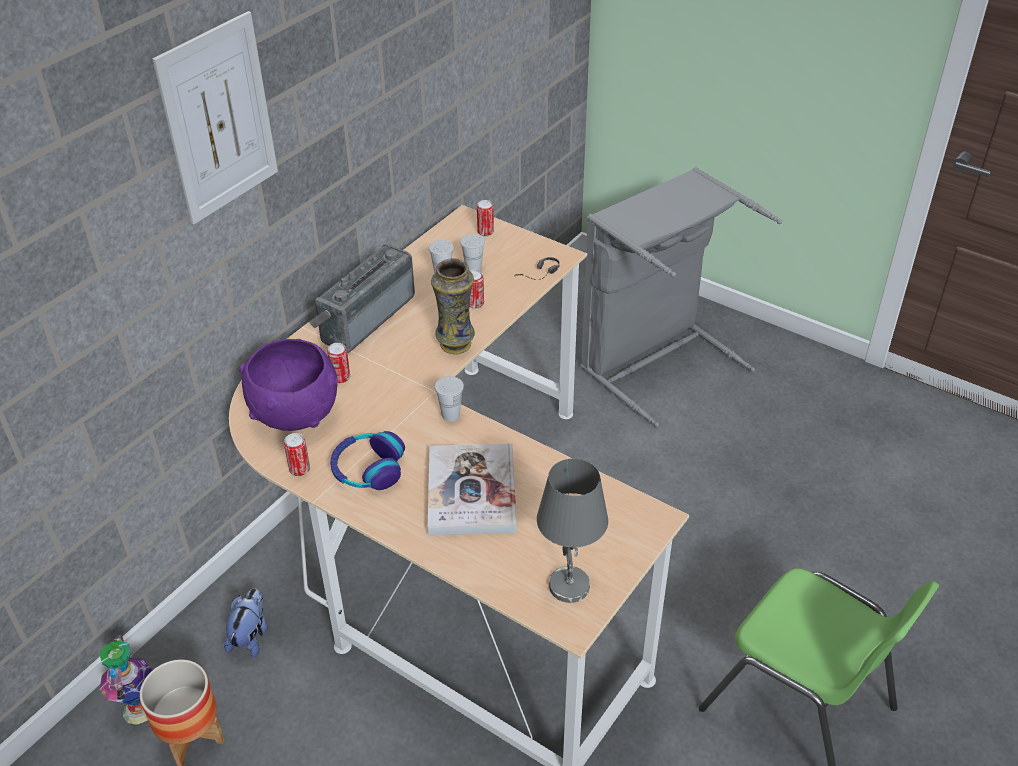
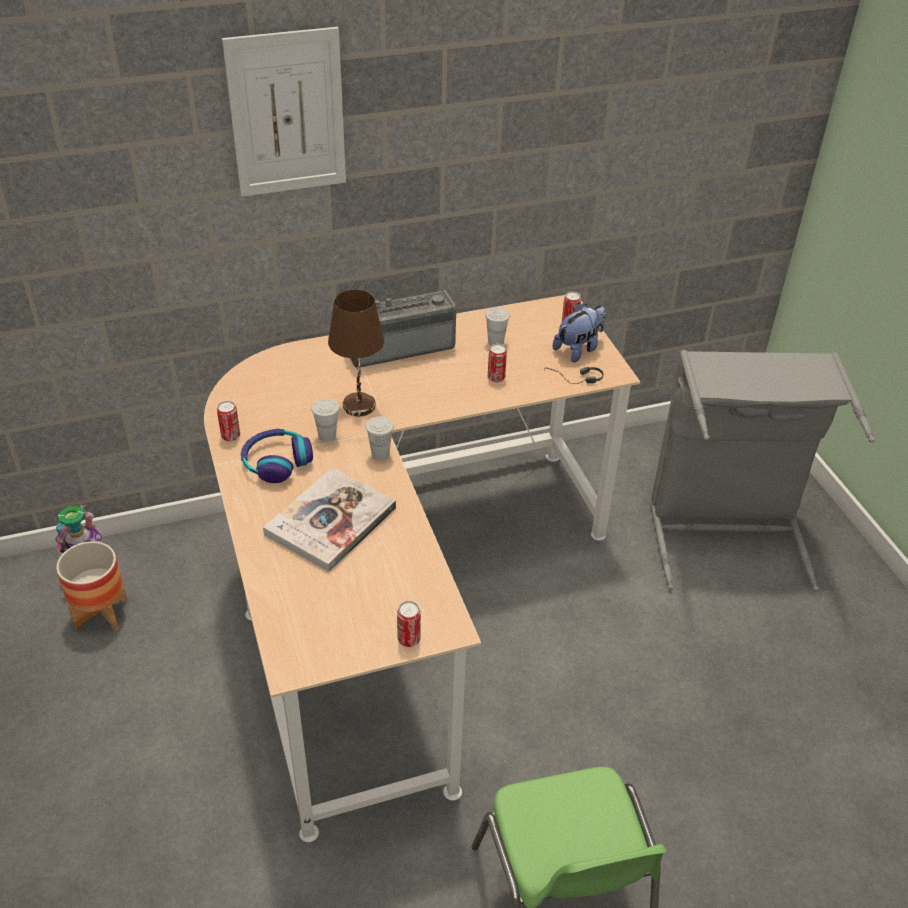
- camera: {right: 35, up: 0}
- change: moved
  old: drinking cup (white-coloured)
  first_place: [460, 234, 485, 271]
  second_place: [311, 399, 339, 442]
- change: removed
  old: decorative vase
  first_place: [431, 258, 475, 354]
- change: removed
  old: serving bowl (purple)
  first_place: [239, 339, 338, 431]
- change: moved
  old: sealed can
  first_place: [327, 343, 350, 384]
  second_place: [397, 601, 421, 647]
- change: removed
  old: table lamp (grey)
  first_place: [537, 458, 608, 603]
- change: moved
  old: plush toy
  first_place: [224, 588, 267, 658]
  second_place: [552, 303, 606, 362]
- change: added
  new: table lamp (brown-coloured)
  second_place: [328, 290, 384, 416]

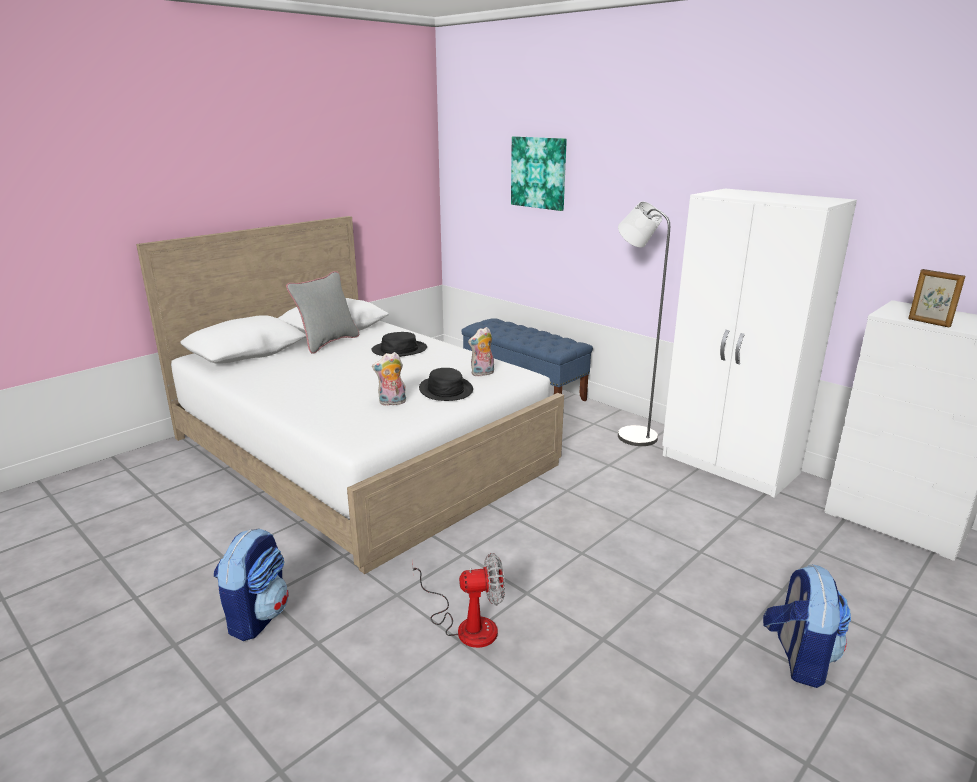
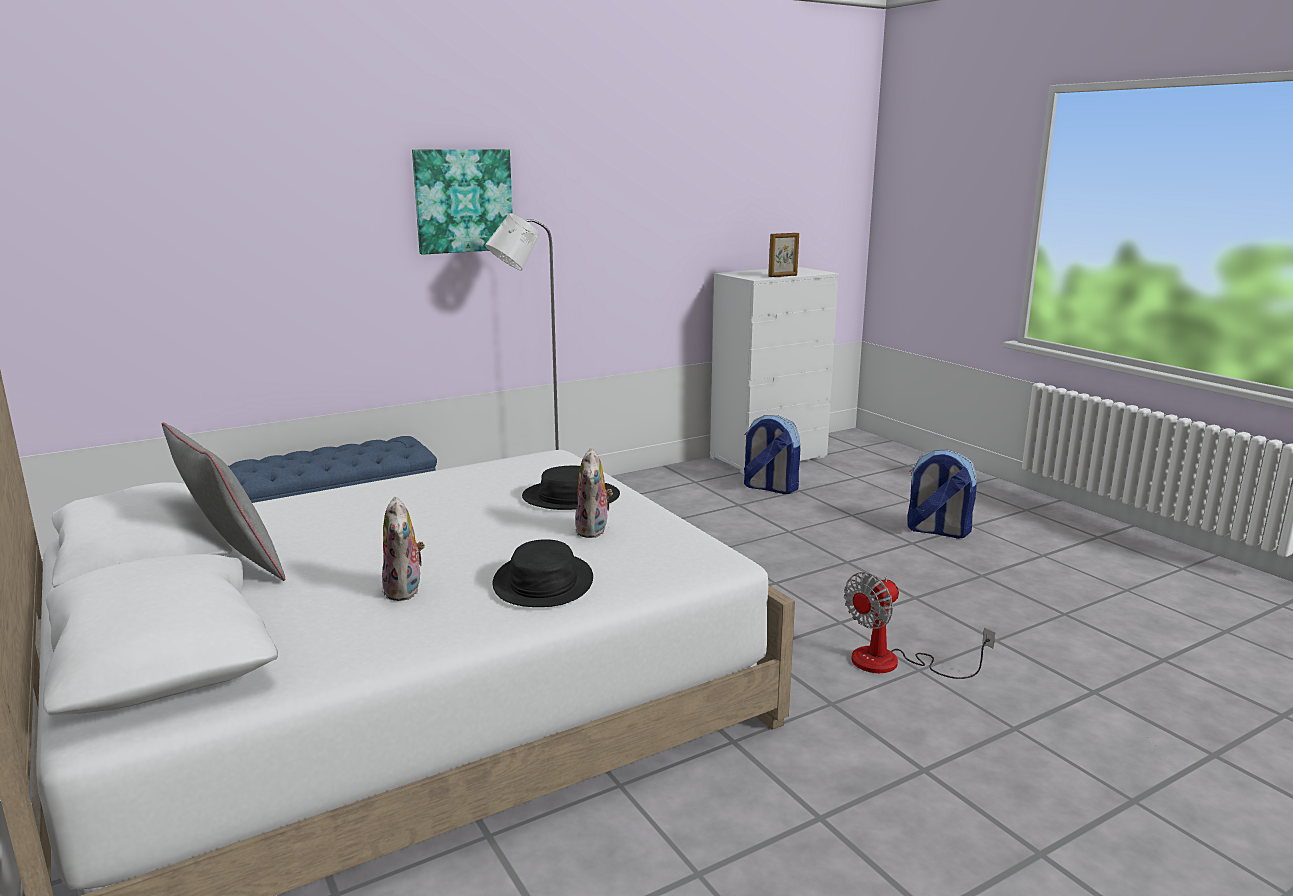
- camera: {right: -75, up: -5}
- change: moved
  old: wall picture
  first_place: [511, 136, 567, 211]
  second_place: [412, 149, 513, 255]
- change: removed
  old: armoire (white-coloured)
  first_place: [662, 189, 857, 498]
- change: moved
  old: plush toy
  first_place: [468, 327, 494, 376]
  second_place: [382, 497, 425, 601]
- change: moved
  old: wearable hat (black)
  first_place: [371, 332, 427, 357]
  second_place: [493, 539, 593, 607]
- change: moved
  old: knapsack
  first_place: [214, 528, 289, 641]
  second_place: [744, 415, 800, 494]
- change: turned
  old: electric fan
  first_place: [412, 553, 505, 648]
  second_place: [844, 572, 996, 679]
  degrees: -135

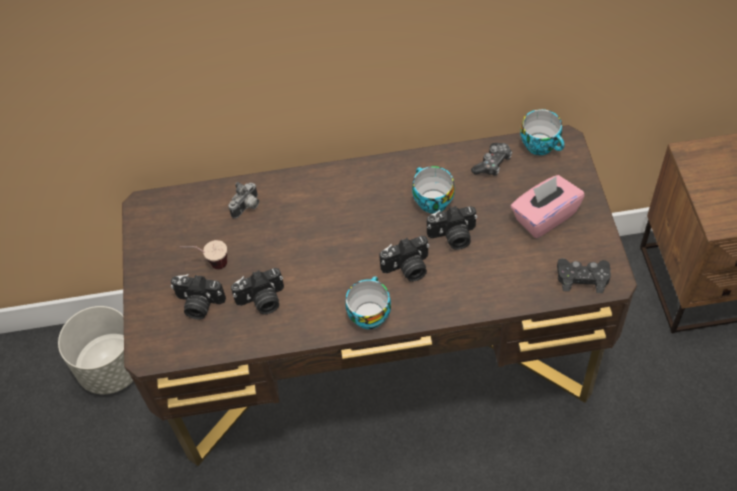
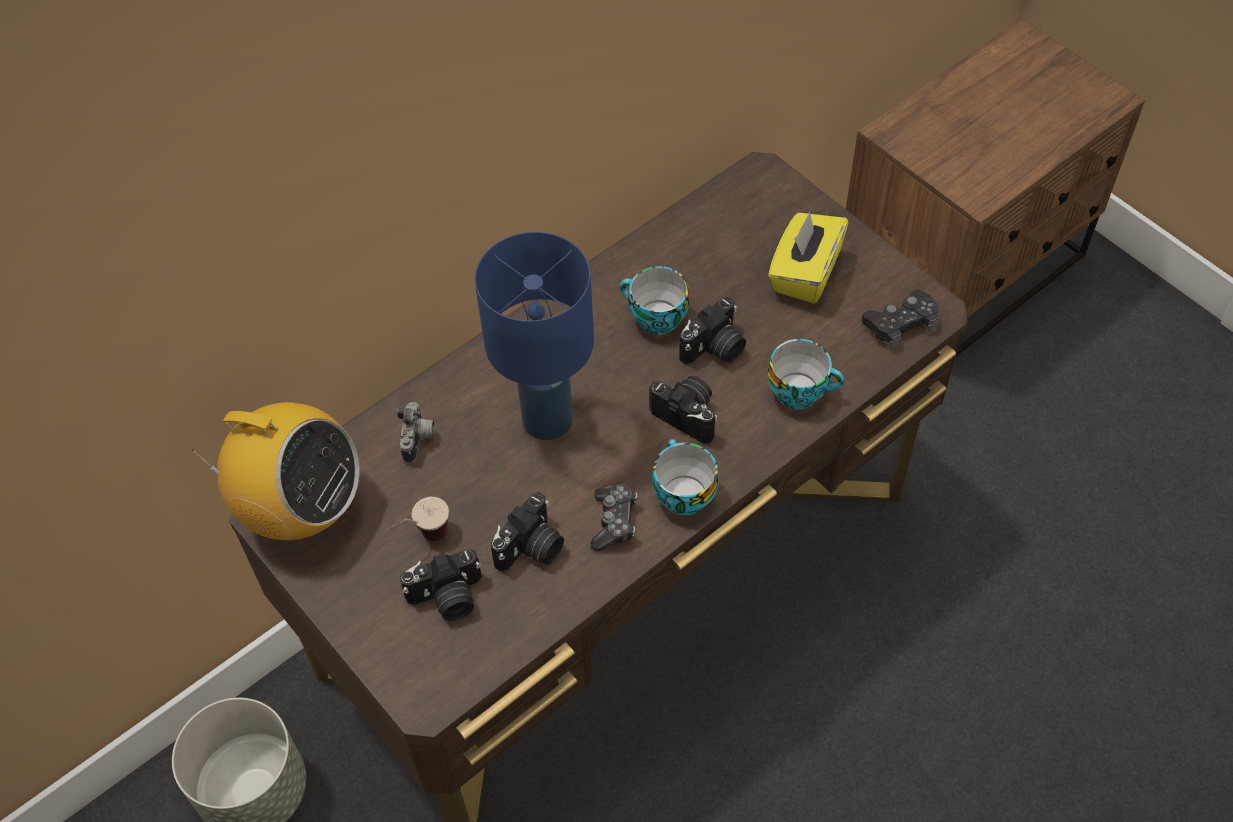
- camera: {right: -35, up: 0}
- change: moved
  old: drinking cup
  first_place: [520, 109, 565, 155]
  second_place: [768, 339, 844, 409]
- change: moved
  old: joypad
  first_place: [471, 143, 512, 176]
  second_place: [591, 484, 638, 552]
- change: recoloured
  old: box of tissues (pinkish)
  new: box of tissues (yellowish)
  first_place: [511, 175, 585, 238]
  second_place: [768, 212, 849, 303]
- change: turned
  old: photo camera
  first_place: [379, 236, 430, 282]
  second_place: [649, 376, 718, 443]
  degrees: -90
- change: added
  new: table lamp (bluish)
  second_place: [475, 232, 594, 440]
- change: added
  new: radio
  second_place: [191, 402, 360, 540]

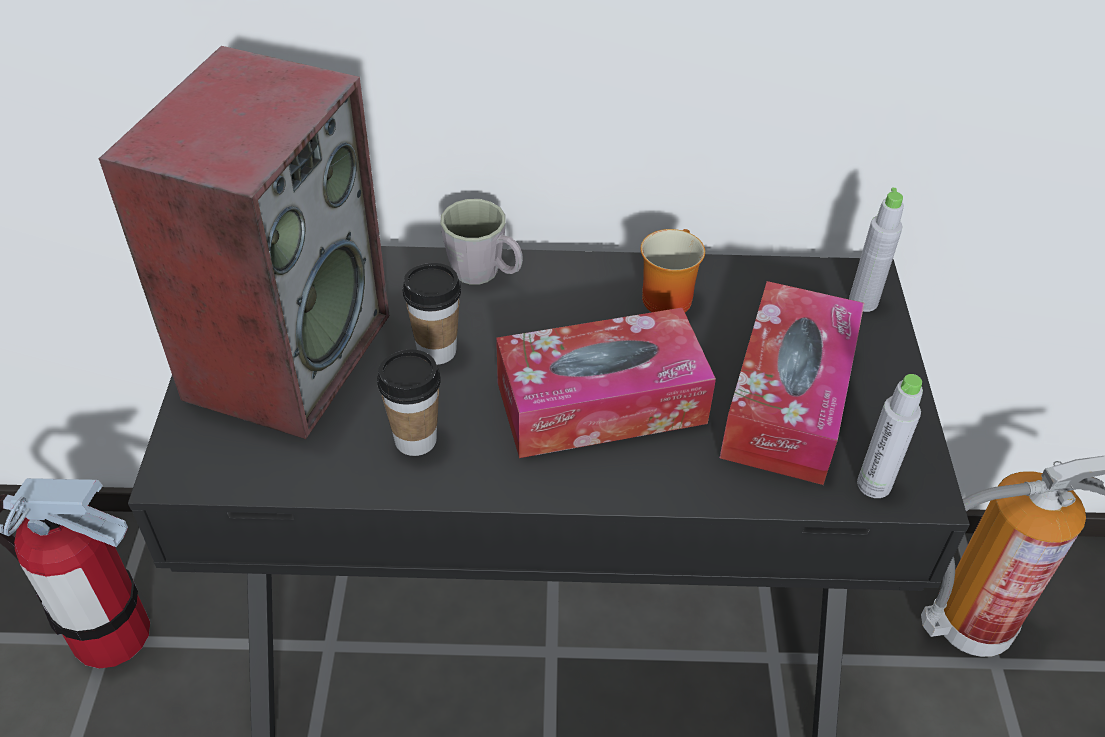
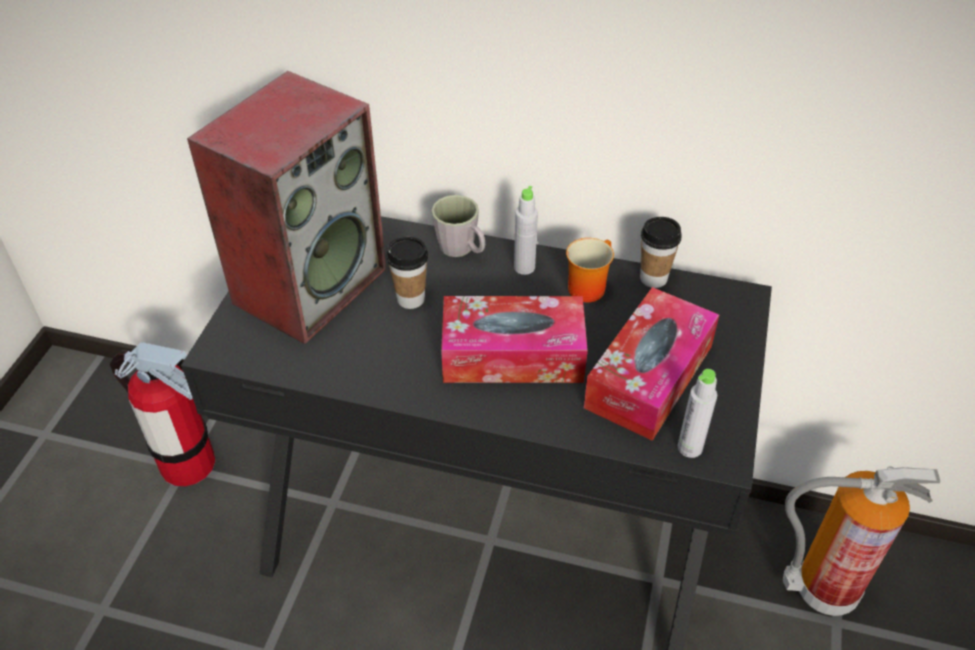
- camera: {right: 15, up: 0}
- change: moved
  old: drink bottle (grey)
  first_place: [849, 188, 904, 312]
  second_place: [514, 186, 538, 275]
- change: moved
  old: drinking cup
  first_place: [377, 349, 441, 456]
  second_place: [640, 217, 682, 288]

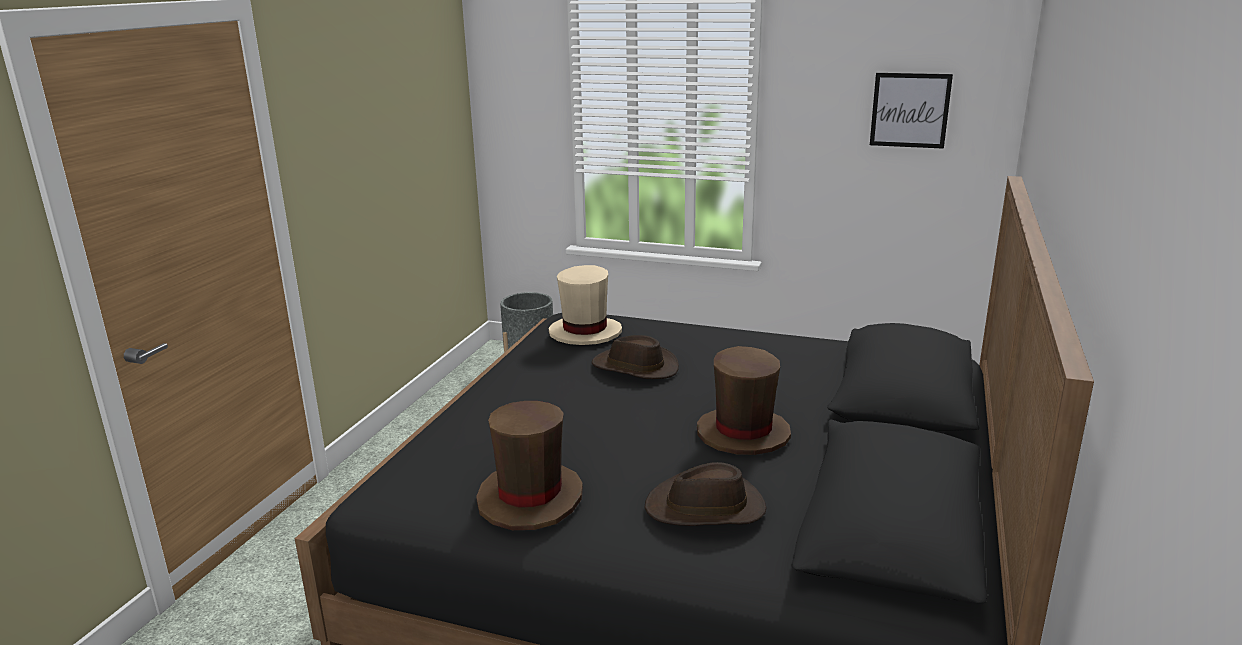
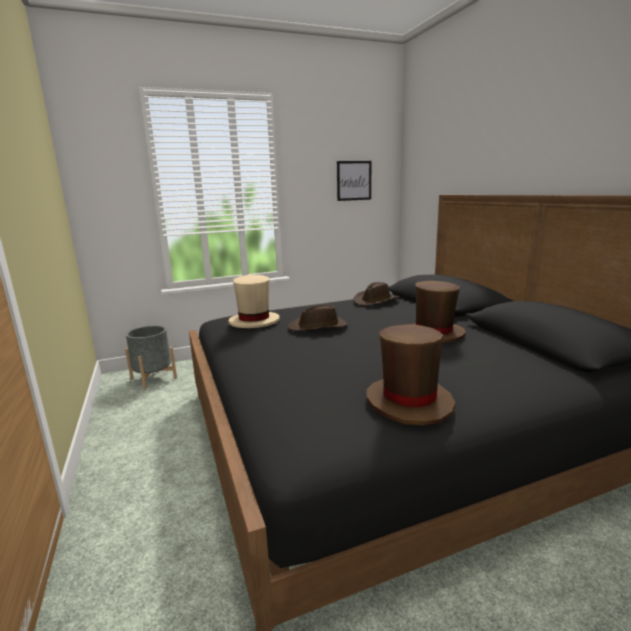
- camera: {right: -40, up: -5}
- change: moved
  old: wearable hat (brown-coloured)
  first_place: [644, 462, 766, 526]
  second_place: [353, 282, 400, 306]

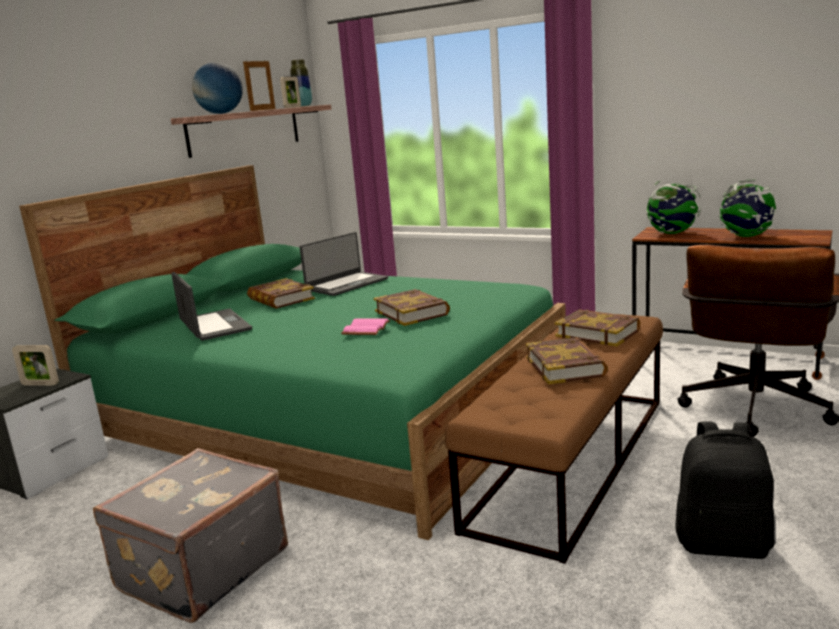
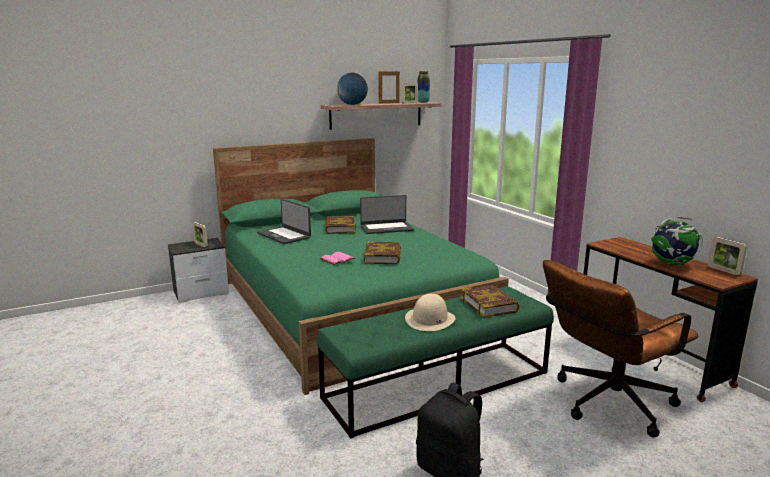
- camera: {right: 30, up: 0}
- change: removed
  old: desk globe
  first_place: [646, 181, 701, 234]
- change: turned
  old: portable computer
  first_place: [171, 272, 252, 341]
  second_place: [257, 199, 311, 244]
  degrees: 135
- change: recoloured
  old: bench (brown-coloured)
  new: bench (green-coloured)
  first_place: [445, 314, 663, 564]
  second_place: [317, 286, 554, 439]
- change: replaced
  old: book
  new: wearable hat (beige-coloured)
  first_place: [526, 337, 608, 384]
  second_place: [405, 294, 455, 331]
- change: removed
  old: suitcase (grey)
  first_place: [93, 448, 288, 623]
- change: added
  new: photo frame
  second_place: [708, 237, 747, 275]

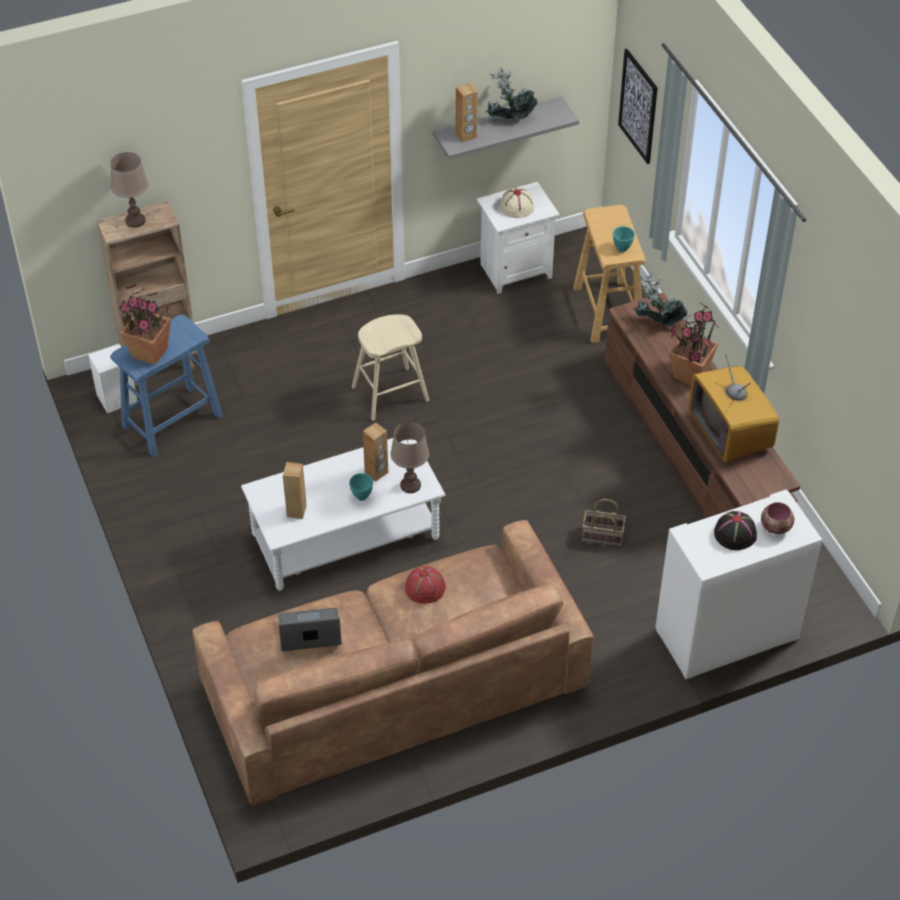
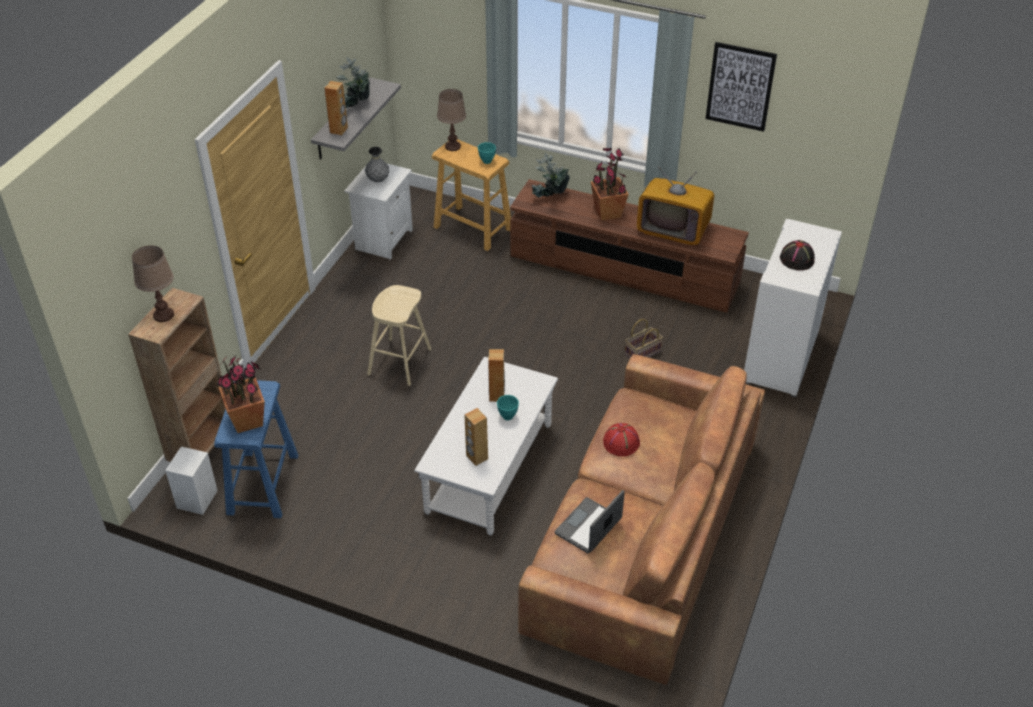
- camera: {right: -45, up: -5}
- change: moved
  old: wall picture
  first_place: [618, 49, 658, 164]
  second_place: [706, 42, 777, 132]
- change: replaced
  old: wearable hat (beige-coloured)
  new: decorative vase (grey)
  first_place: [500, 188, 534, 218]
  second_place: [365, 147, 389, 182]
- change: moved
  old: table lamp (brown-coloured)
  first_place: [390, 421, 429, 493]
  second_place: [437, 89, 466, 151]
- change: removed
  old: serving bowl
  first_place: [761, 502, 794, 534]

